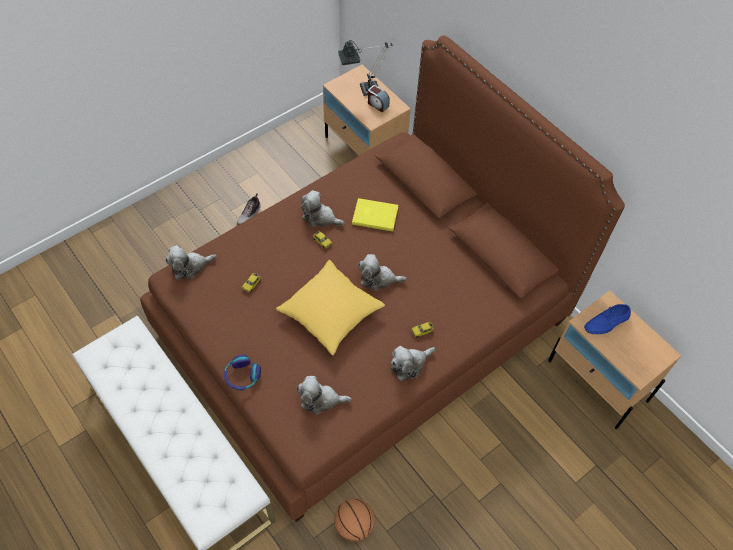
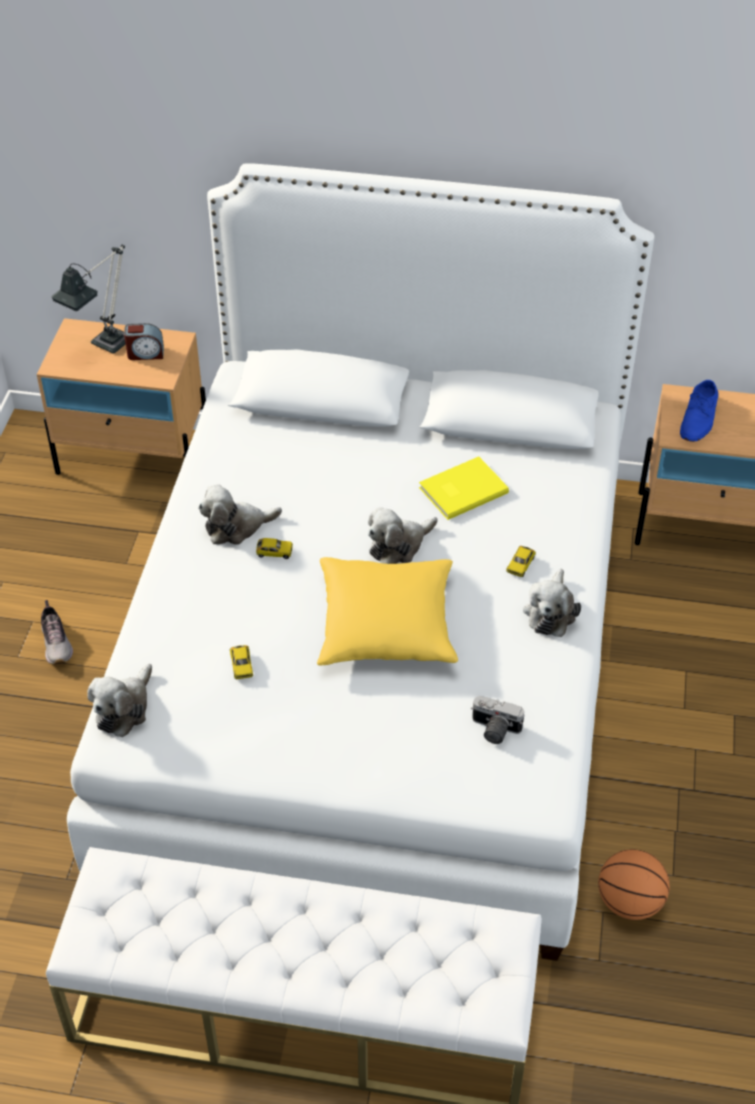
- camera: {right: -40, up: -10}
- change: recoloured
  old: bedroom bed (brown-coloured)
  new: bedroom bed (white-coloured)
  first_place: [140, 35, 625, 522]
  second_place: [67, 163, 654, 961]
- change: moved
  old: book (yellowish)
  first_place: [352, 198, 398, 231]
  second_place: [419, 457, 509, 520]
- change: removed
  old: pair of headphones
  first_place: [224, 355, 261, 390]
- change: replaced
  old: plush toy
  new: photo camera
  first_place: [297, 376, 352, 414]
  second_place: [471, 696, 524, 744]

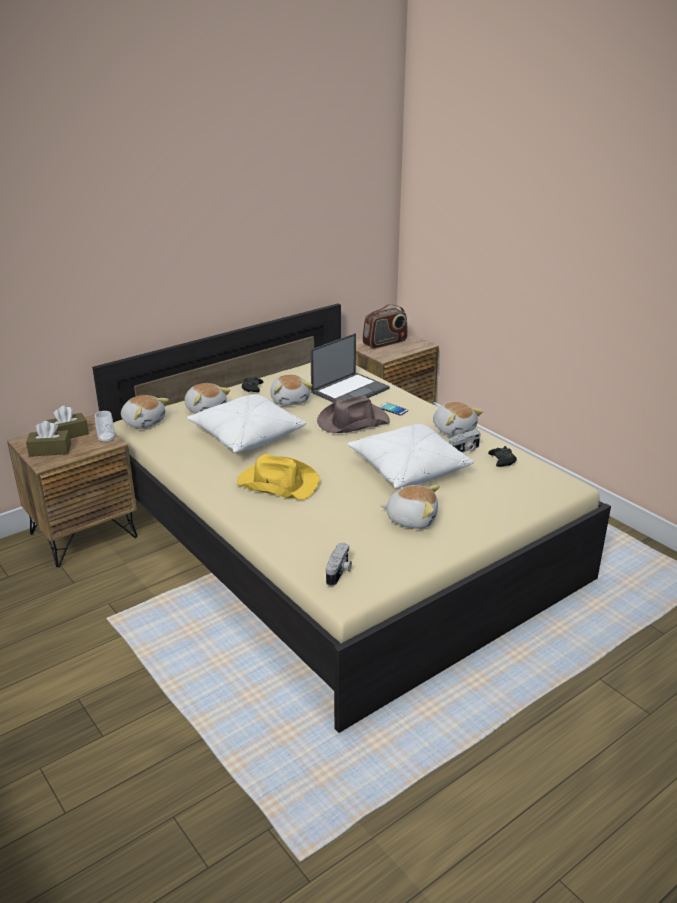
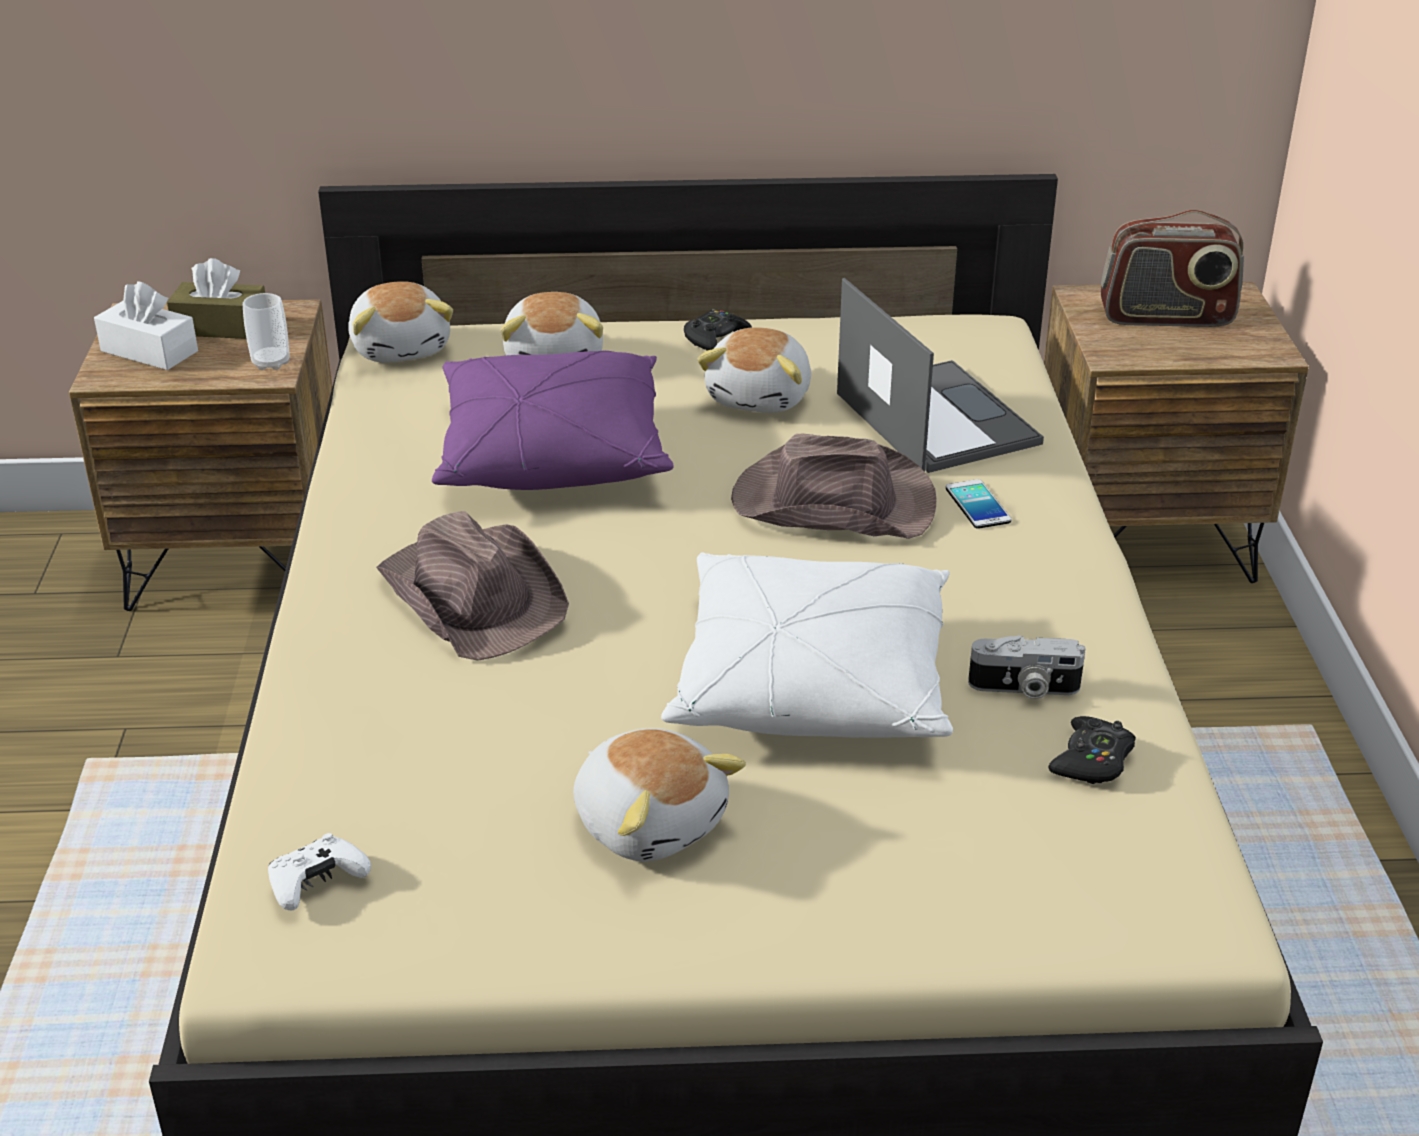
- camera: {right: 35, up: 5}
- change: turned
  old: portable computer
  first_place: [310, 333, 389, 403]
  second_place: [837, 278, 1044, 473]
  degrees: -105
- change: recoloured
  old: cushion (white-coloured)
  new: cushion (purple)
  first_place: [187, 394, 306, 453]
  second_place: [432, 351, 674, 490]
- change: removed
  old: plush toy
  first_place: [433, 402, 483, 436]
- change: recoloured
  old: box of tissues (brown-coloured)
  new: box of tissues (white-coloured)
  first_place: [26, 421, 71, 457]
  second_place: [94, 281, 198, 370]
- change: recoloured
  old: wearable hat (yellowish)
  new: wearable hat (brown-coloured)
  first_place: [237, 454, 320, 500]
  second_place: [376, 511, 569, 661]
- change: replaced
  old: photo camera
  new: joypad (white-coloured)
  first_place: [326, 543, 352, 586]
  second_place: [268, 833, 371, 910]

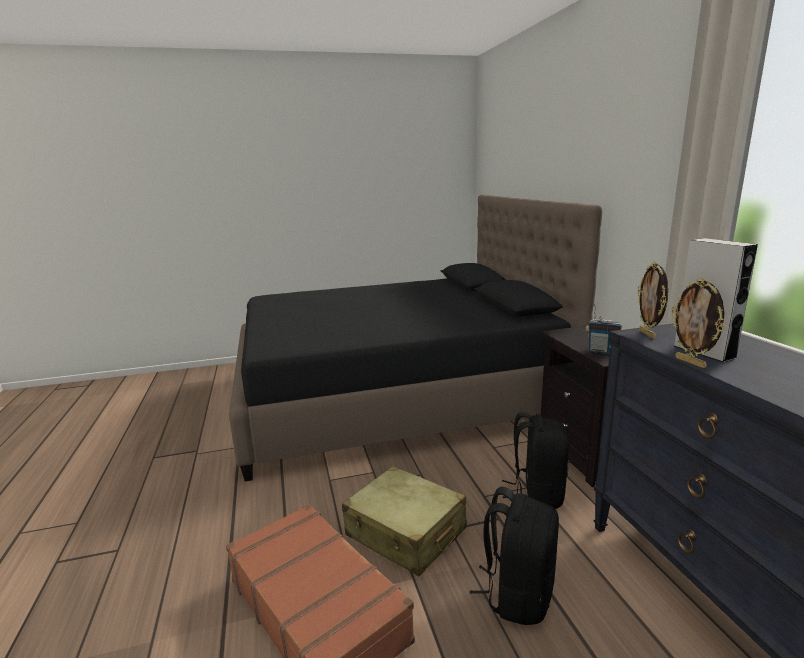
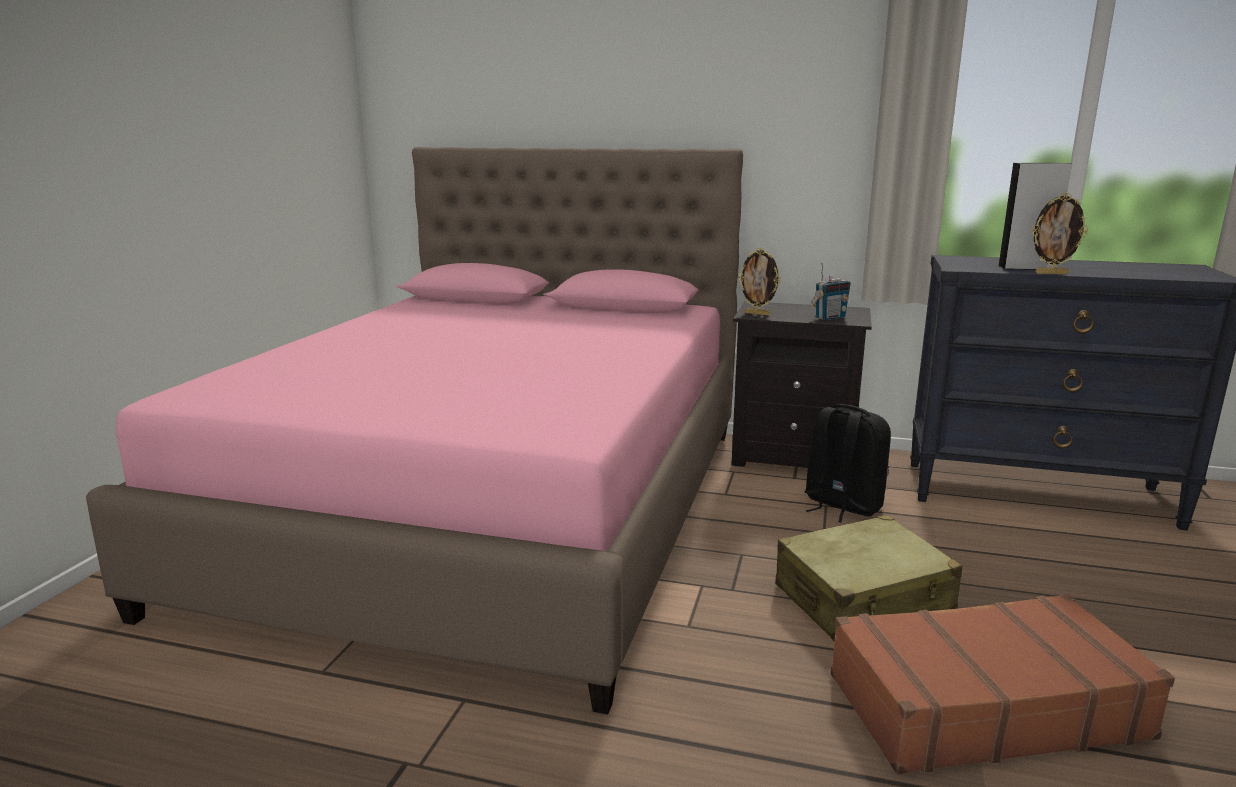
- camera: {right: -60, up: 0}
- change: recoloured
  old: bedroom bed (black)
  new: bedroom bed (pinkish)
  first_place: [229, 195, 603, 482]
  second_place: [86, 147, 743, 714]
- change: moved
  old: photo frame
  first_place: [638, 261, 668, 339]
  second_place: [738, 248, 781, 316]
- change: removed
  old: knapsack (black)
  first_place: [470, 487, 559, 625]

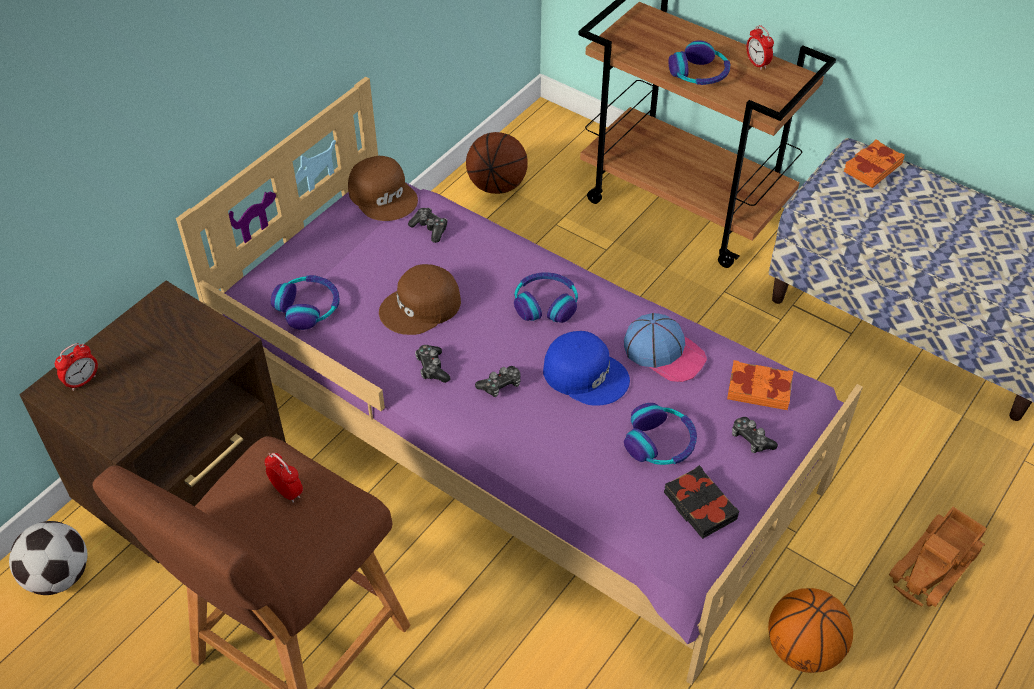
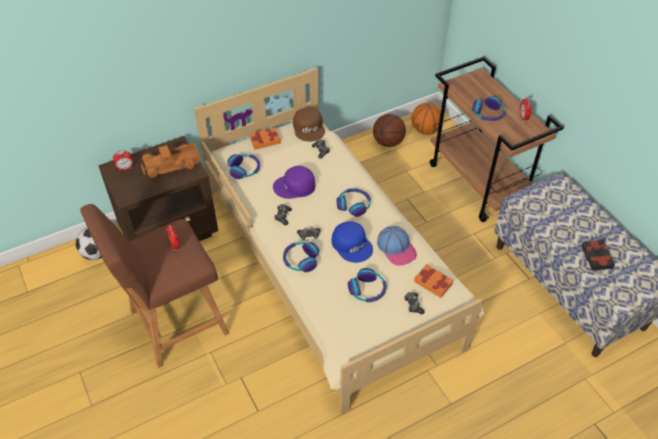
- camera: {right: 25, up: 0}
- change: recoloured
  old: bedroom bed (purple)
  new: bedroom bed (beige-coloured)
  first_place: [176, 77, 863, 685]
  second_place: [194, 67, 484, 415]
- change: moved
  old: book (orangey)
  first_place: [844, 139, 905, 188]
  second_place: [249, 127, 281, 150]
- change: recoloured
  old: peaked cap (brown-coloured)
  new: peaked cap (purple)
  first_place: [379, 264, 461, 335]
  second_place: [273, 166, 315, 199]
- change: moved
  old: book (black)
  first_place: [664, 465, 740, 539]
  second_place: [582, 239, 615, 271]
- change: moved
  old: toy truck
  first_place: [889, 507, 987, 607]
  second_place: [141, 143, 201, 178]
- change: moved
  old: basketball
  first_place: [768, 588, 853, 673]
  second_place: [411, 102, 441, 135]
- change: added
  new: pair of headphones
  second_place: [283, 242, 319, 272]

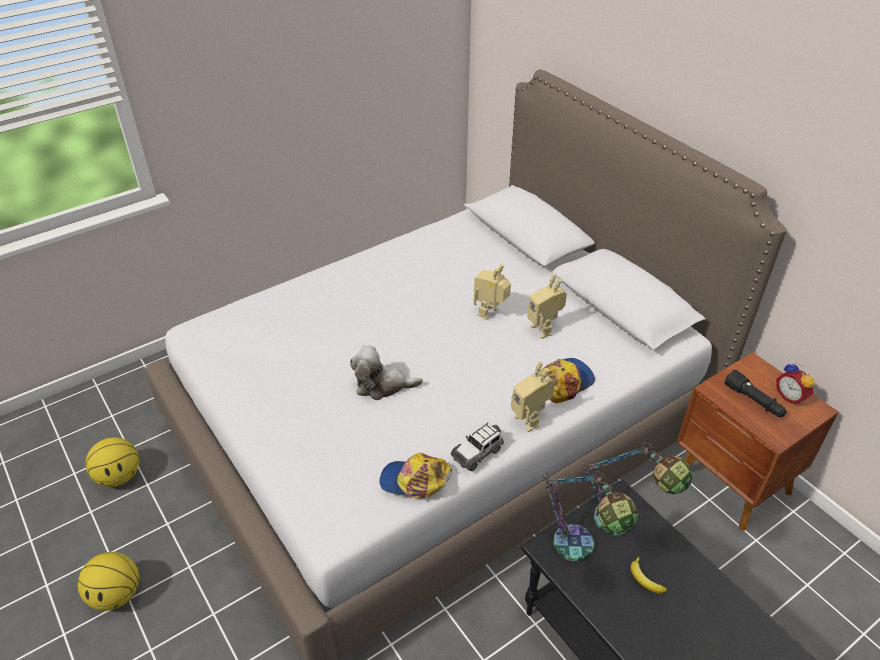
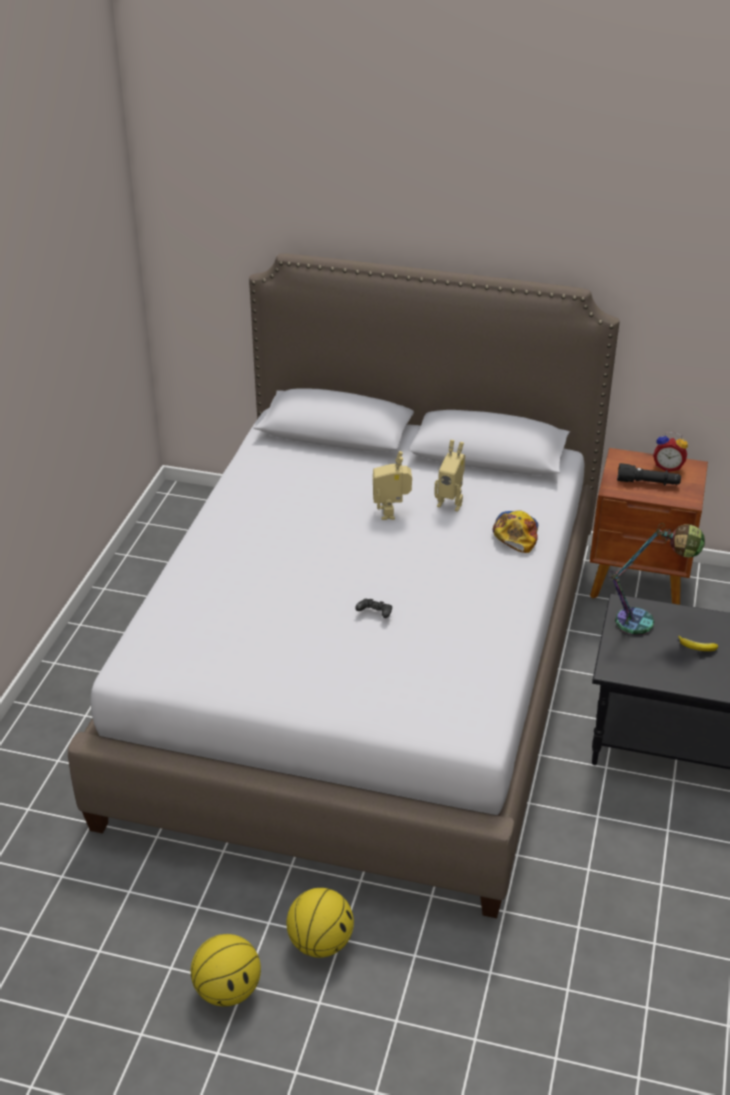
- camera: {right: -40, up: -5}
- change: replaced
  old: plush toy
  new: joypad (black)
  first_place: [350, 346, 423, 400]
  second_place: [355, 598, 392, 618]
- change: removed
  old: toy robot
  first_place: [511, 361, 555, 432]
- change: removed
  old: miniature car
  first_place: [451, 422, 504, 471]
- change: moved
  old: basketball
  first_place: [86, 437, 139, 487]
  second_place: [286, 888, 354, 958]
- change: removed
  old: peaked cap
  first_place: [379, 453, 452, 498]
- change: removed
  old: table lamp
  first_place: [543, 471, 638, 562]

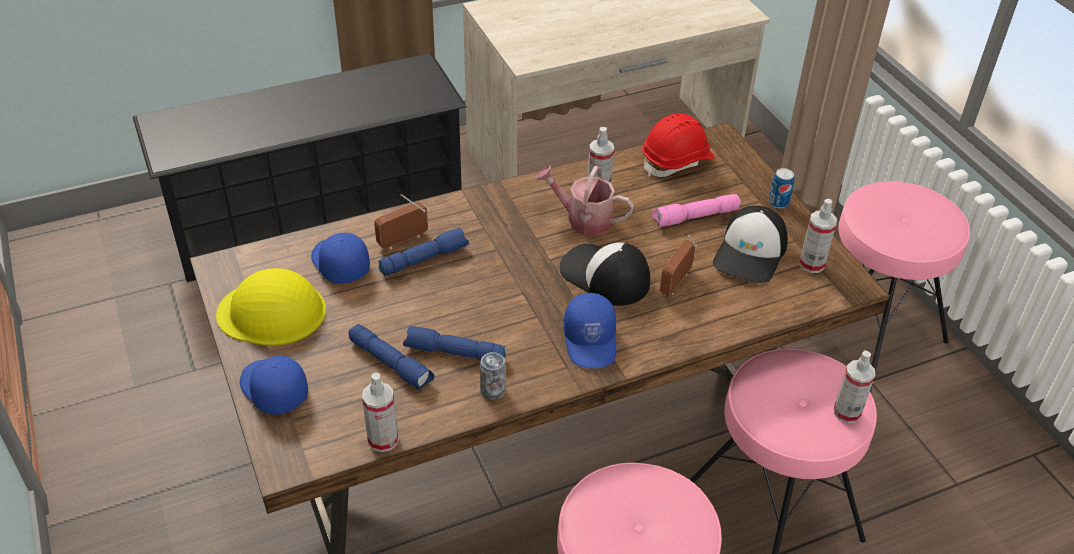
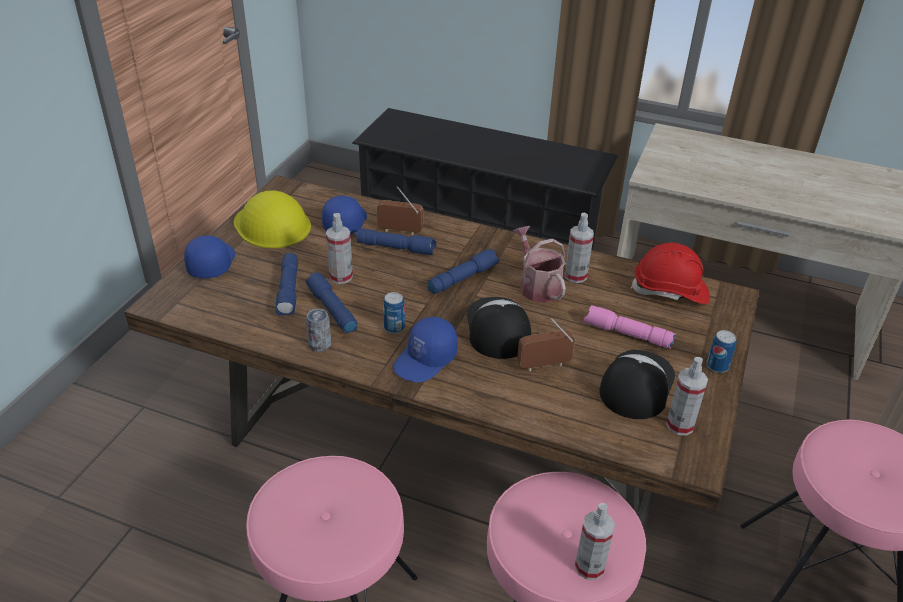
- camera: {right: 45, up: -5}
- change: turned
  old: peaked cap
  first_place: [713, 206, 788, 283]
  second_place: [599, 350, 675, 419]
  degrees: 135
- change: moved
  old: spray bottle
  first_place: [362, 372, 398, 452]
  second_place: [326, 213, 353, 284]
- change: added
  new: hand torch (bluish)
  second_place: [428, 249, 499, 294]
- change: added
  new: sealed can
  second_place: [383, 292, 405, 333]

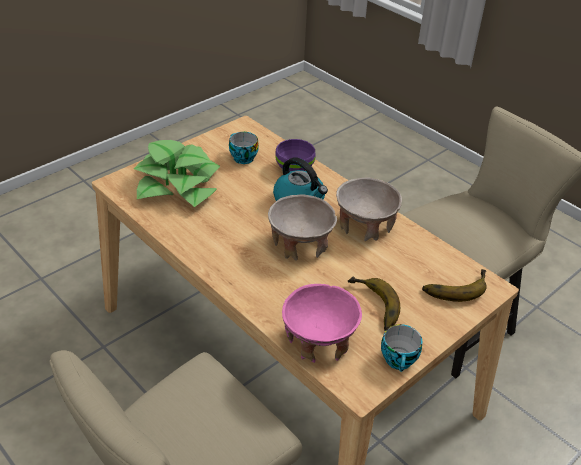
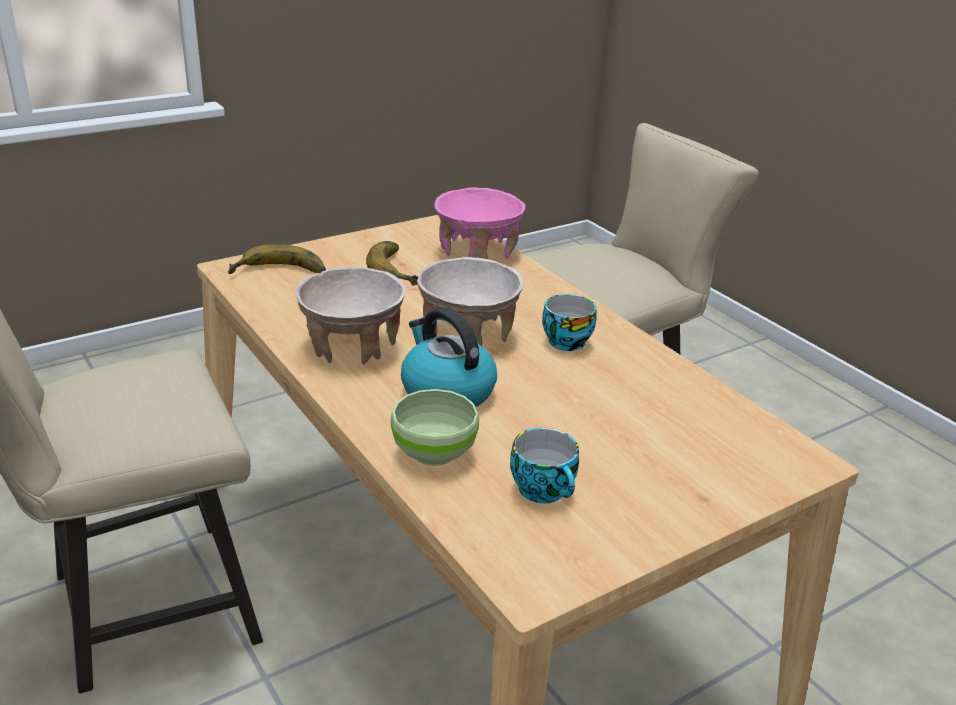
- camera: {right: -170, up: -10}
- change: recoloured
  old: serving bowl (purple)
  new: serving bowl (green-coloured)
  first_place: [275, 139, 315, 171]
  second_place: [391, 389, 479, 466]
- change: removed
  old: plant in a pot
  first_place: [134, 140, 220, 207]
- change: moved
  old: drinking cup
  first_place: [381, 324, 422, 372]
  second_place: [542, 294, 596, 351]

